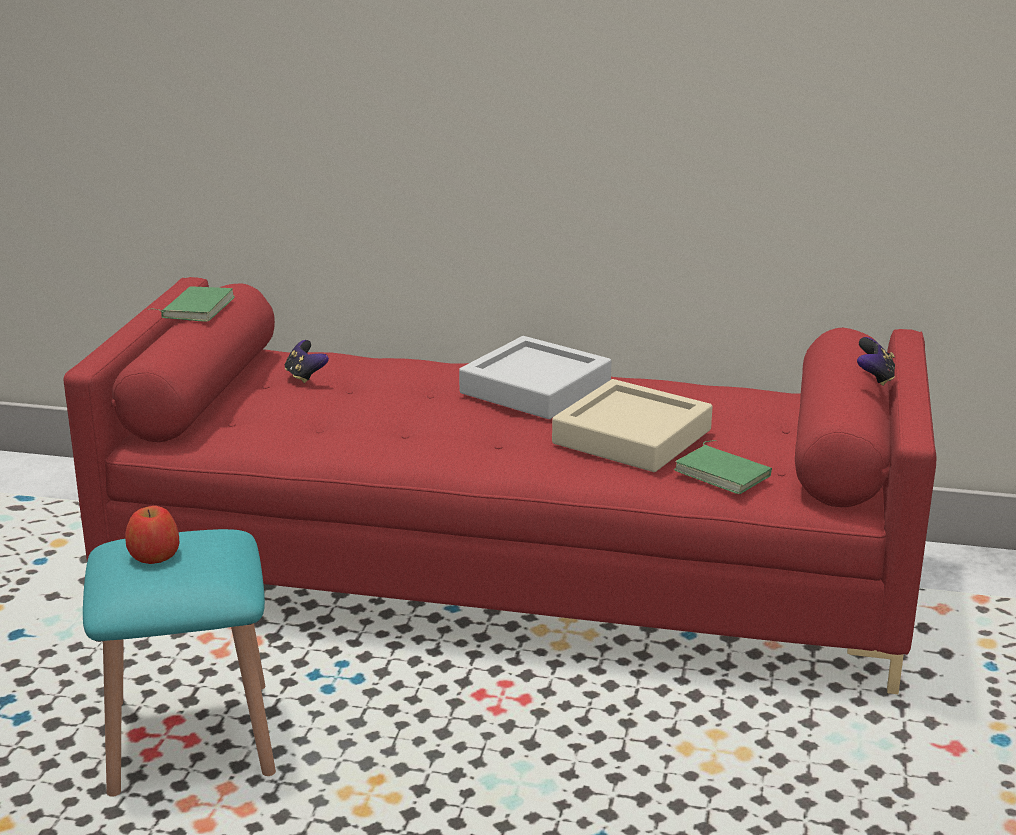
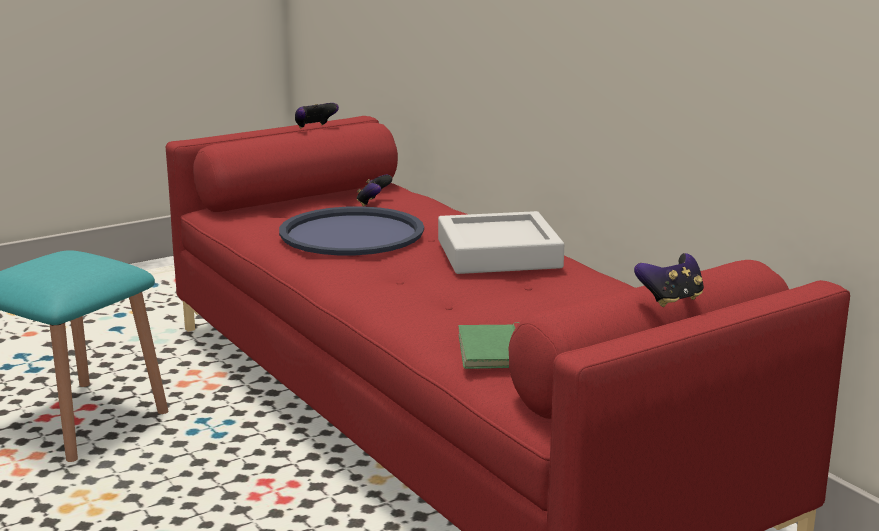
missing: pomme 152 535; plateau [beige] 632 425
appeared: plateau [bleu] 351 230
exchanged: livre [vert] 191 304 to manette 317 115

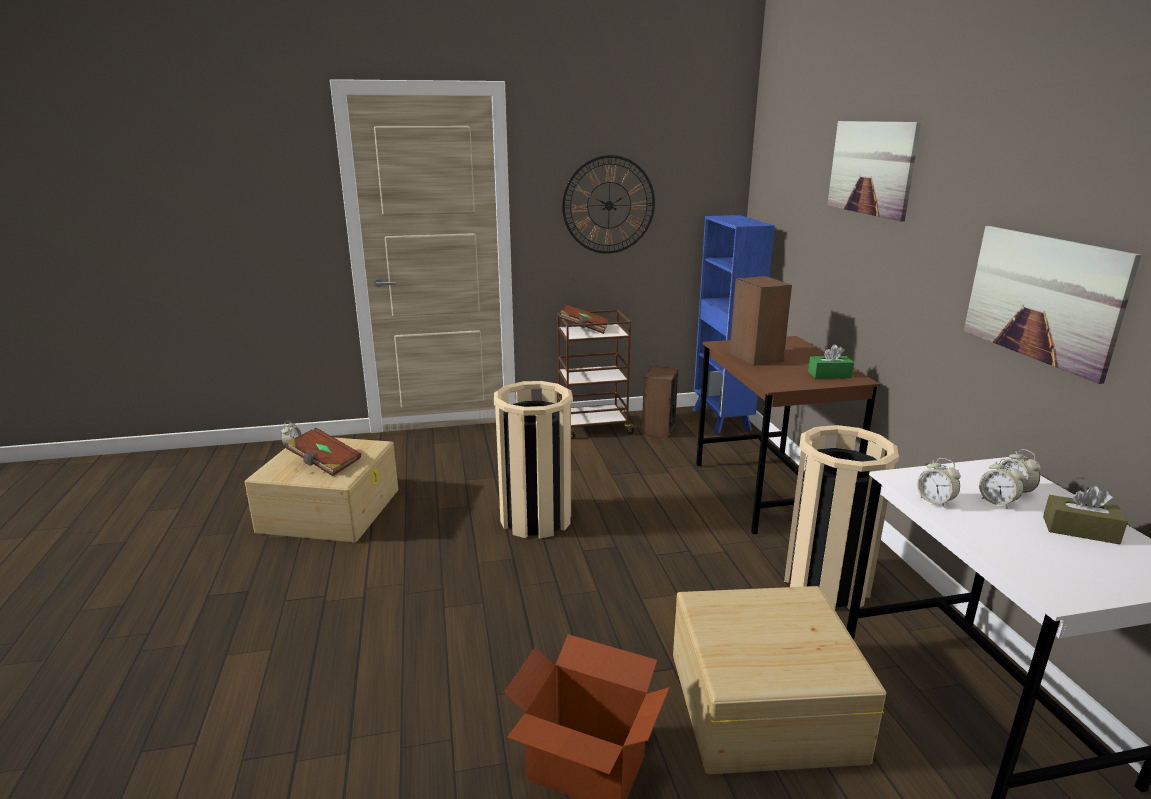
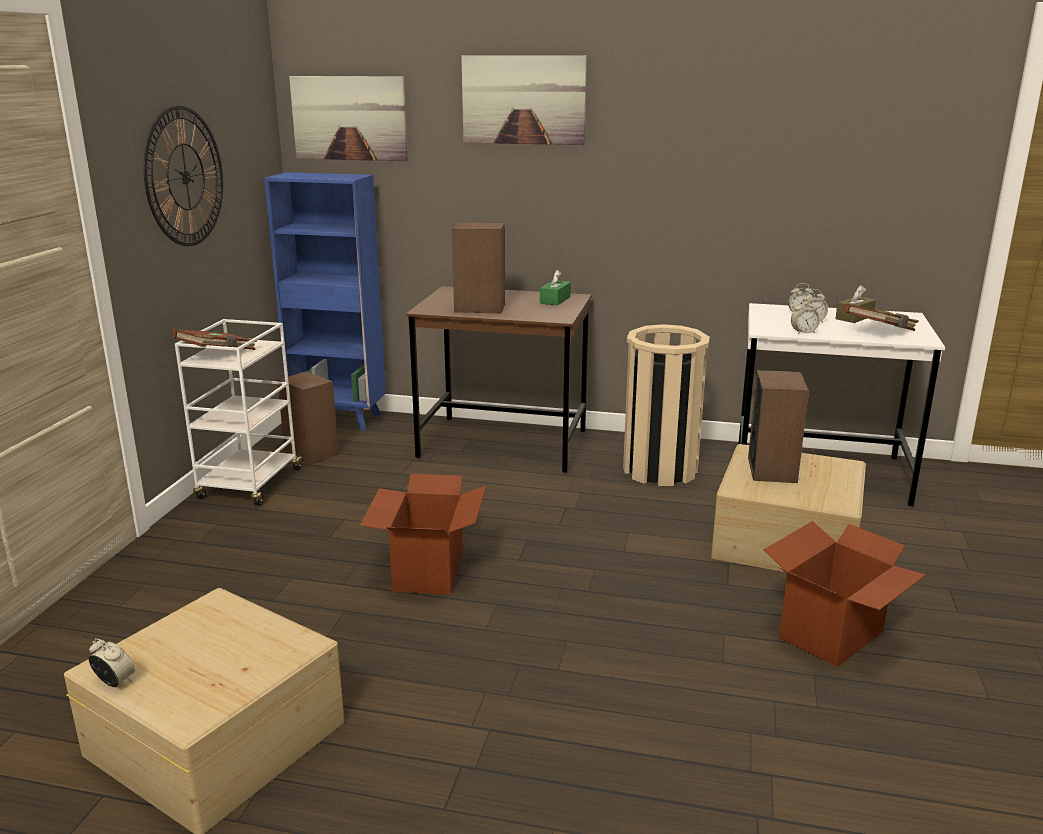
appeared: enceinte 778 426
relocated: livre [marron] 324 452 to 881 317; tableau 1052 305 to 348 118
exchanged: poubelle [beige] 533 460 to carton 423 534
colour: chariot [marron] 597 374 to chariot [blanc] 239 412

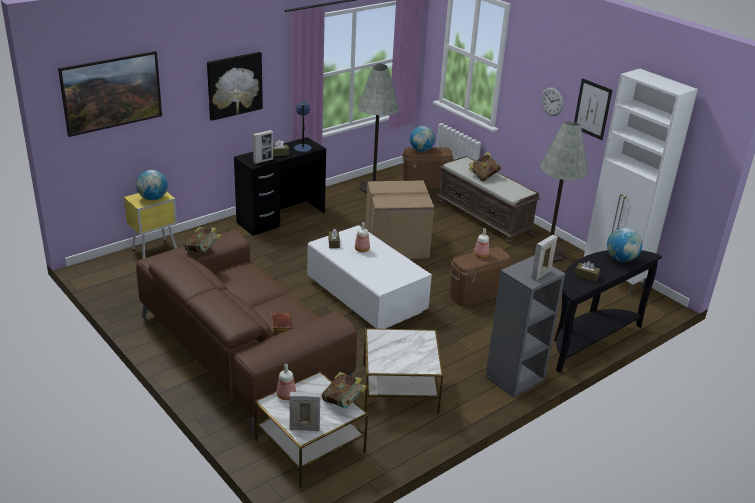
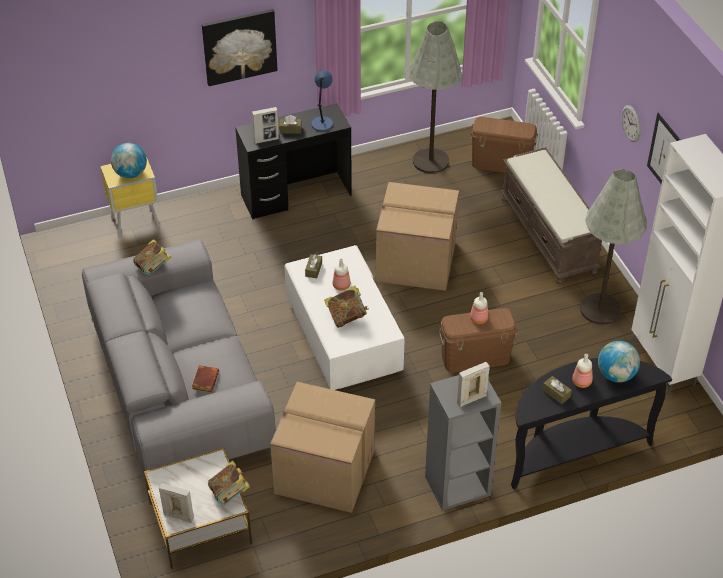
missing: tableau 110 94; globe 422 139
relocated: bouteille 286 382 to 582 371; livre 485 167 to 346 307
exchanged: table d'appoint 403 371 to carton 322 447
colour: canapé [marron] 246 332 to canapé [gris] 179 364

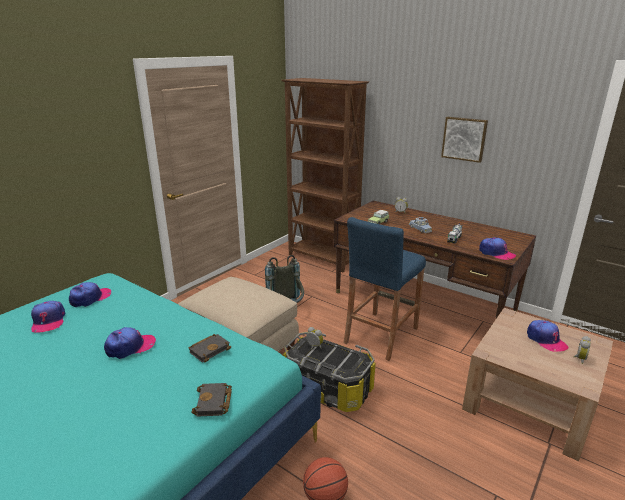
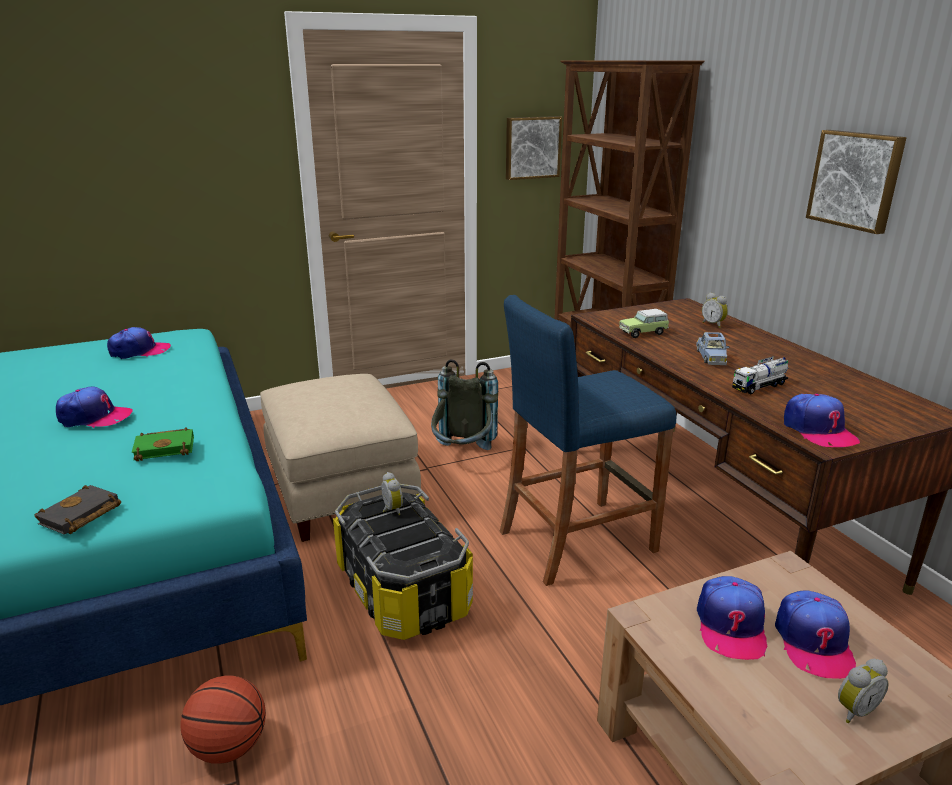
appeared: tableau 534 148
relocated: casquette 48 317 to 732 618
colour: livre [noir] 210 348 to livre [vert] 163 444

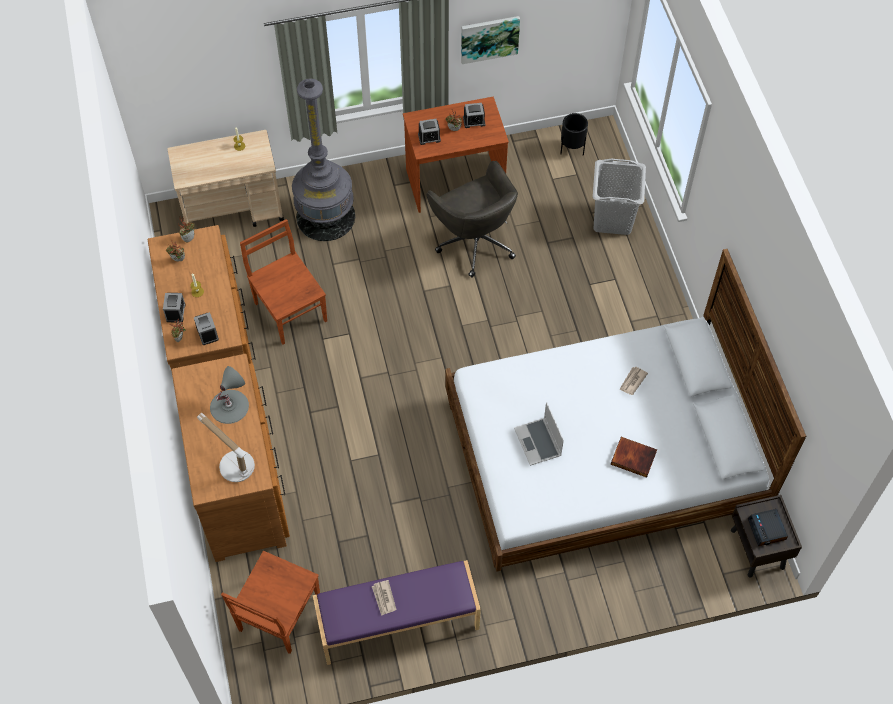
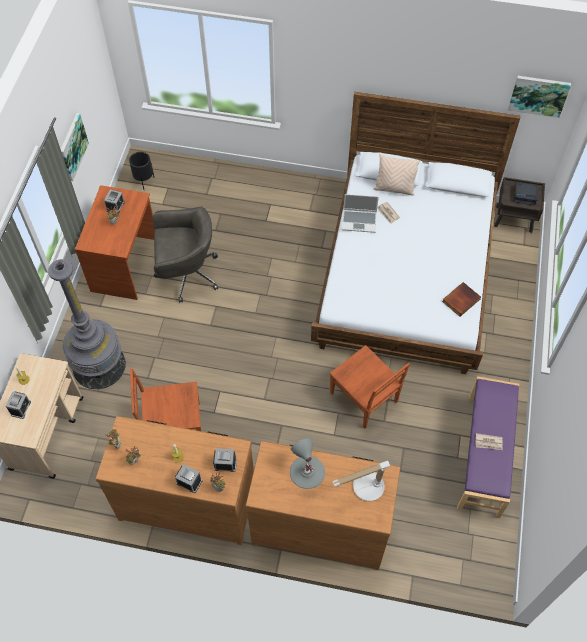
missing: panier à linge [gris] 619 197
appeared: coussin [beige] 396 175; tableau 539 97
relocated: chaise [marron] 270 602 to 370 387; réveil 429 132 to 18 405; ordinateur portable 539 434 to 360 213; livre 634 457 to 461 299

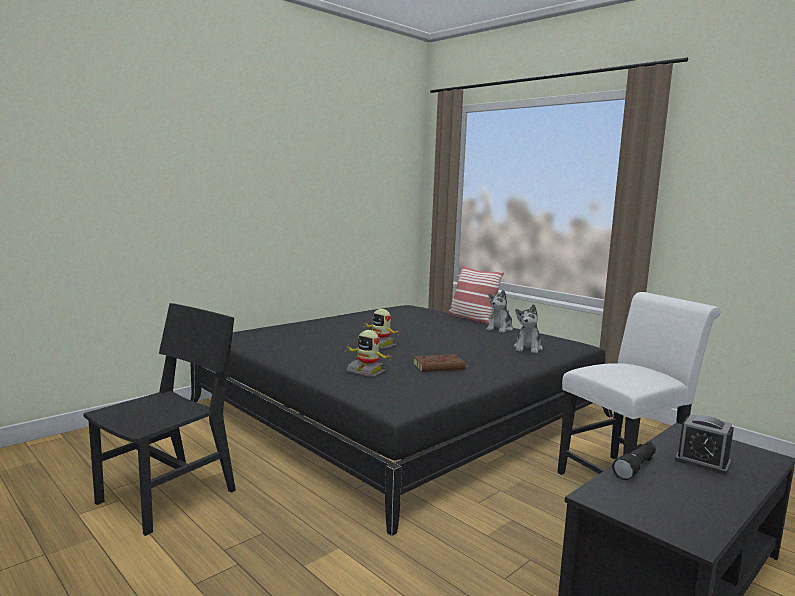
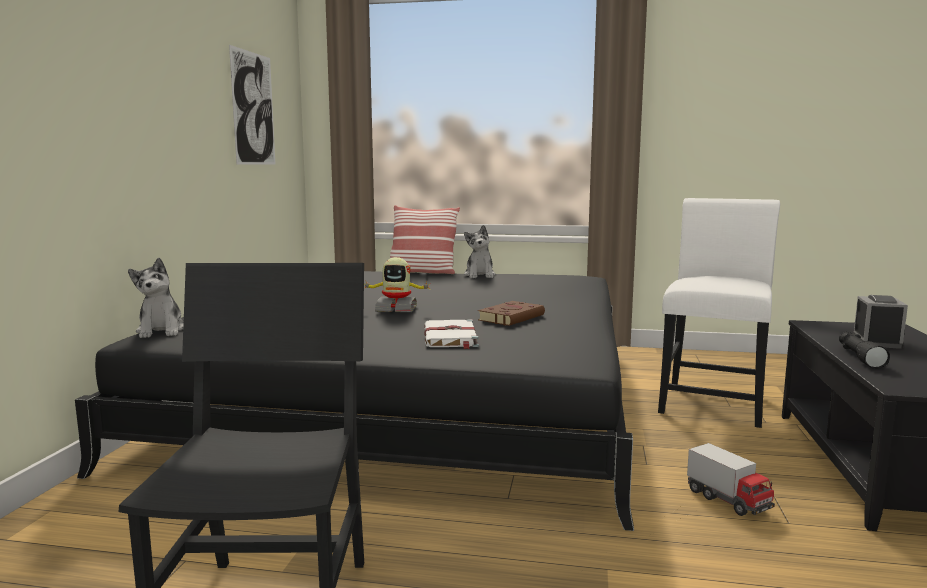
appeared: tableau 252 105; camion jouet 731 479
relocated: peluche 528 328 to 156 298
exchanged: robot jouet 369 353 to livre [blanc] 451 334
spun: réveil 704 444 = 880 322 75 degrees counterclockwise

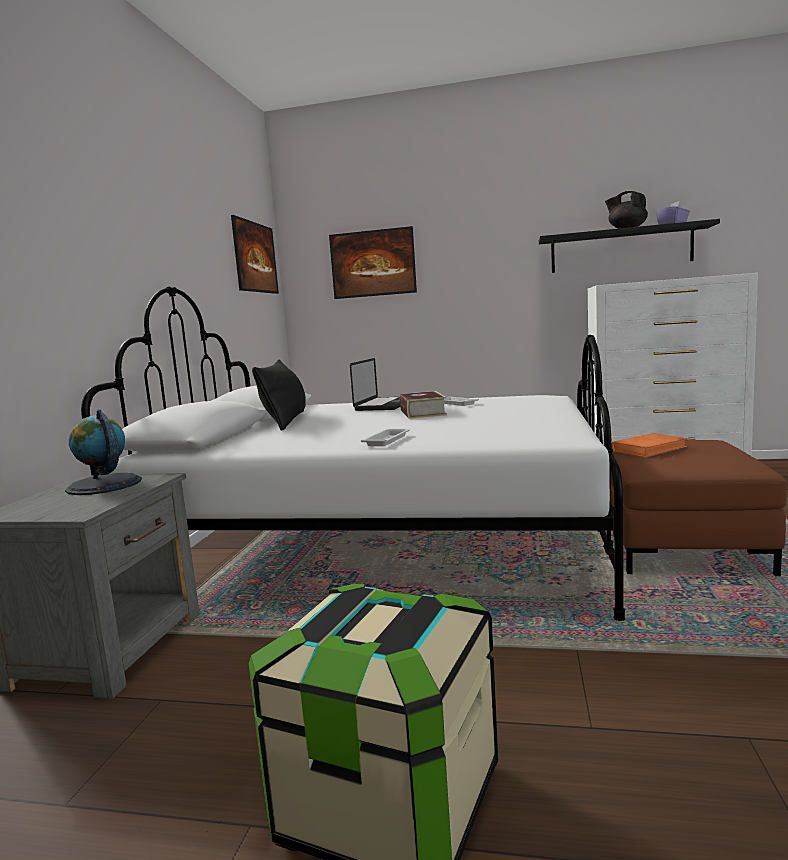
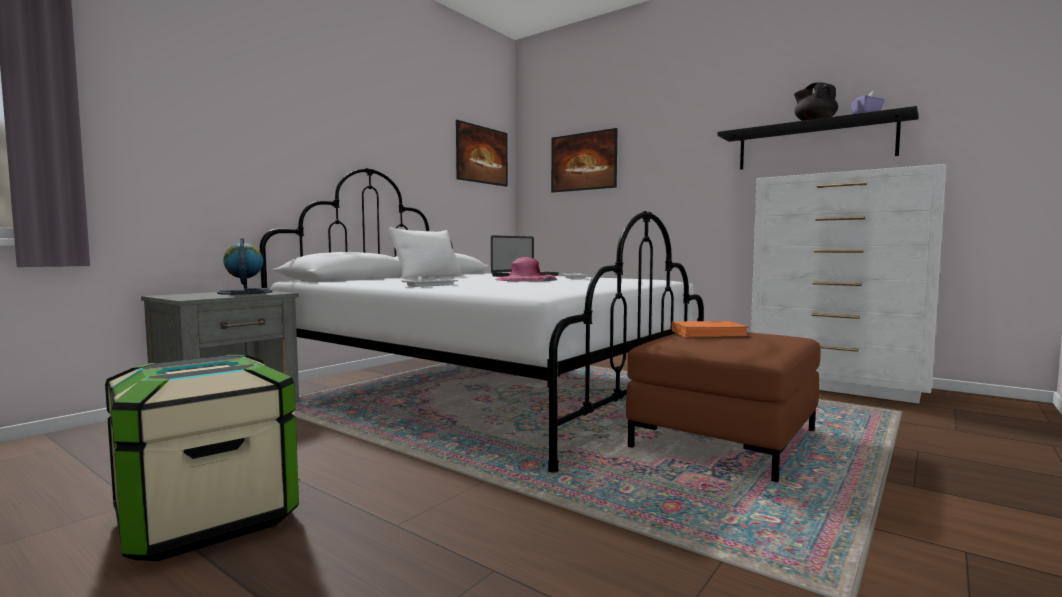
exchanged: livre 423 405 to chapeau [rose] 526 269
colour: coussin [noir] 279 395 to coussin [blanc] 424 253

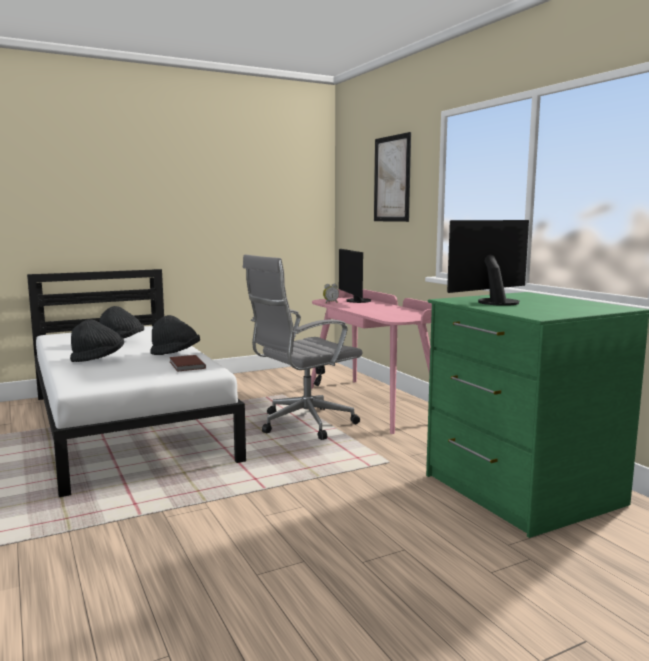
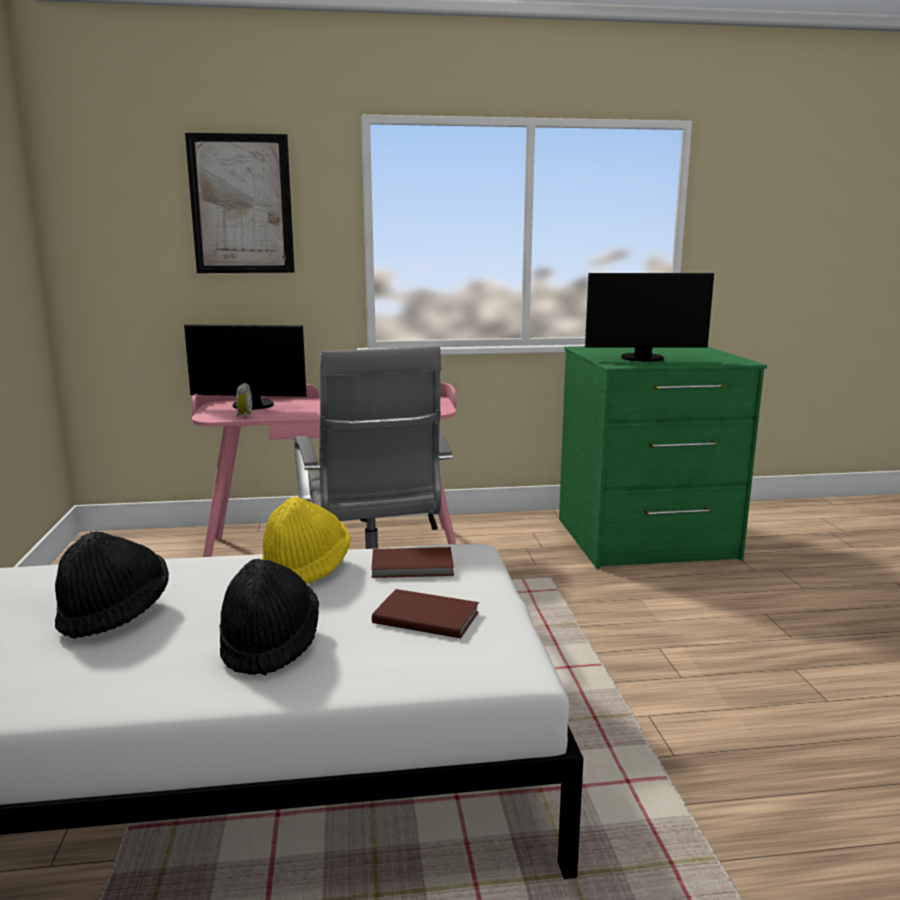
appeared: livre [marron] 425 613
colour: chapeau [noir] 175 335 to chapeau [jaune] 306 540
spun: écran d'ordinateur 488 263 = 649 317 75 degrees counterclockwise

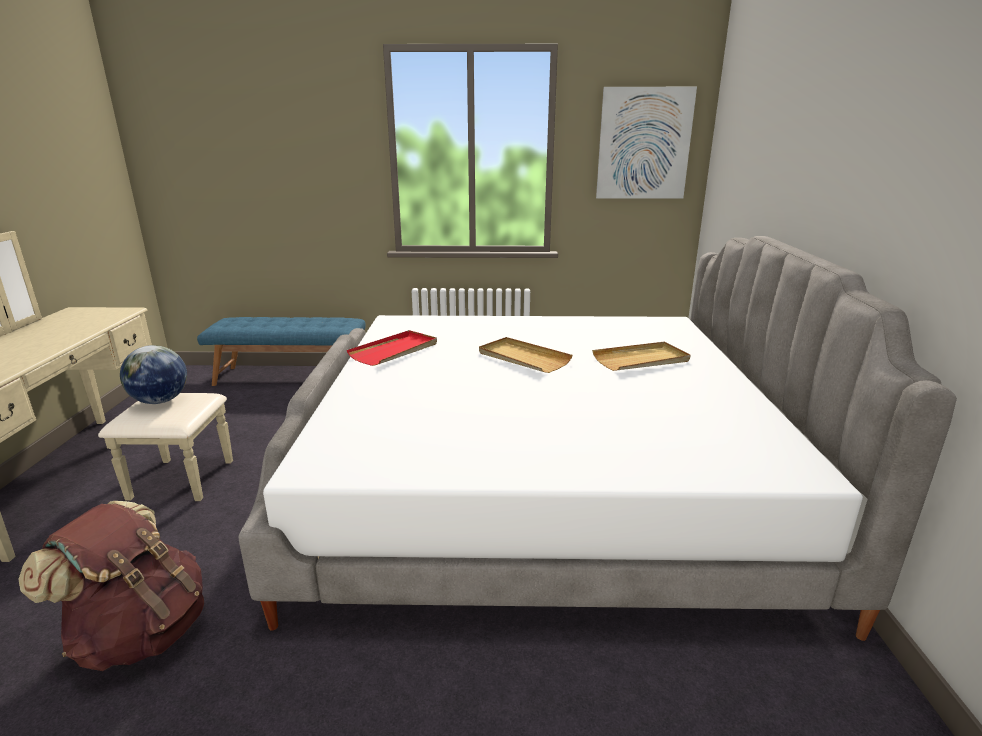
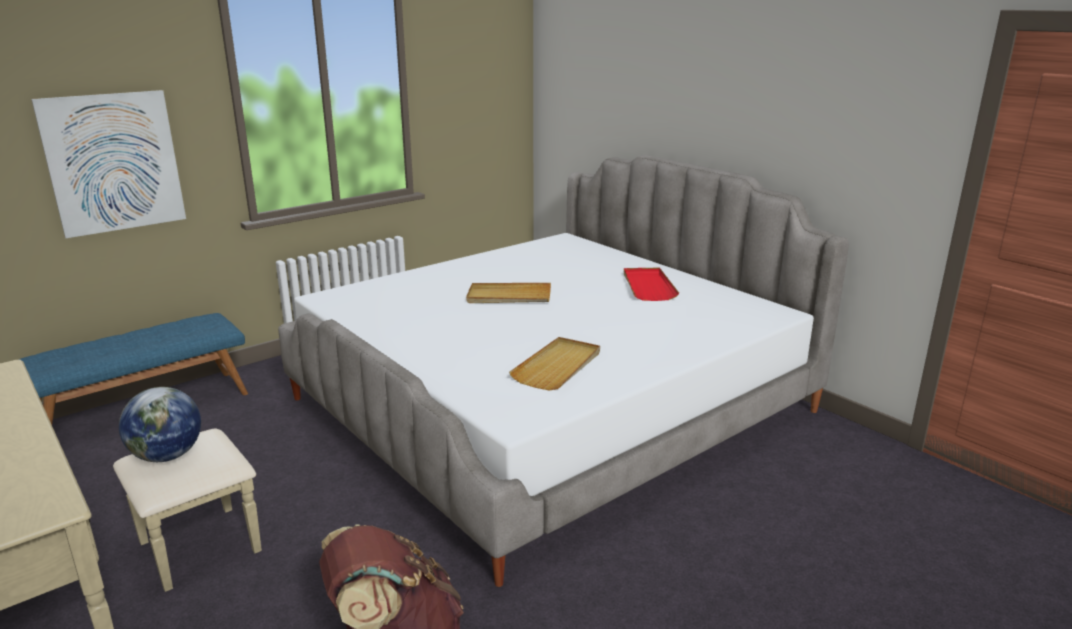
relocated: plateau [rouge] 392 348 to 651 284; plateau [beige] 641 356 to 554 364; tableau 646 143 to 108 164

